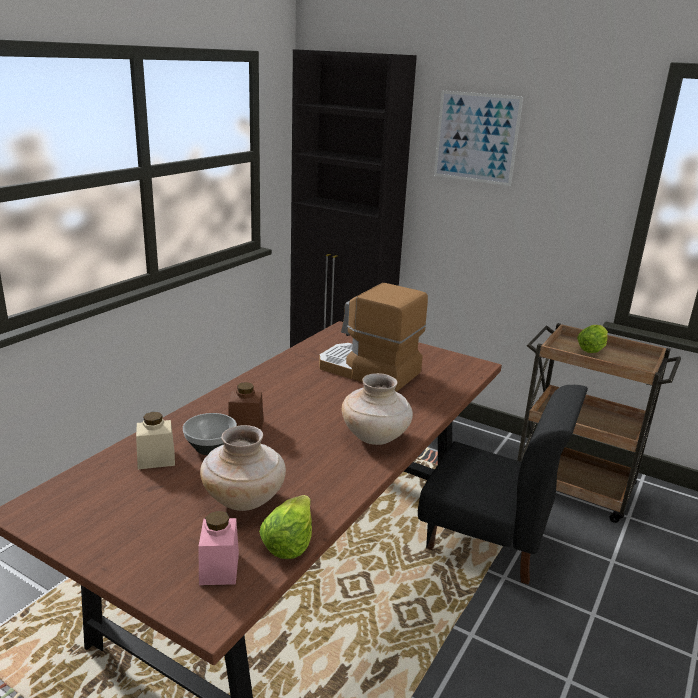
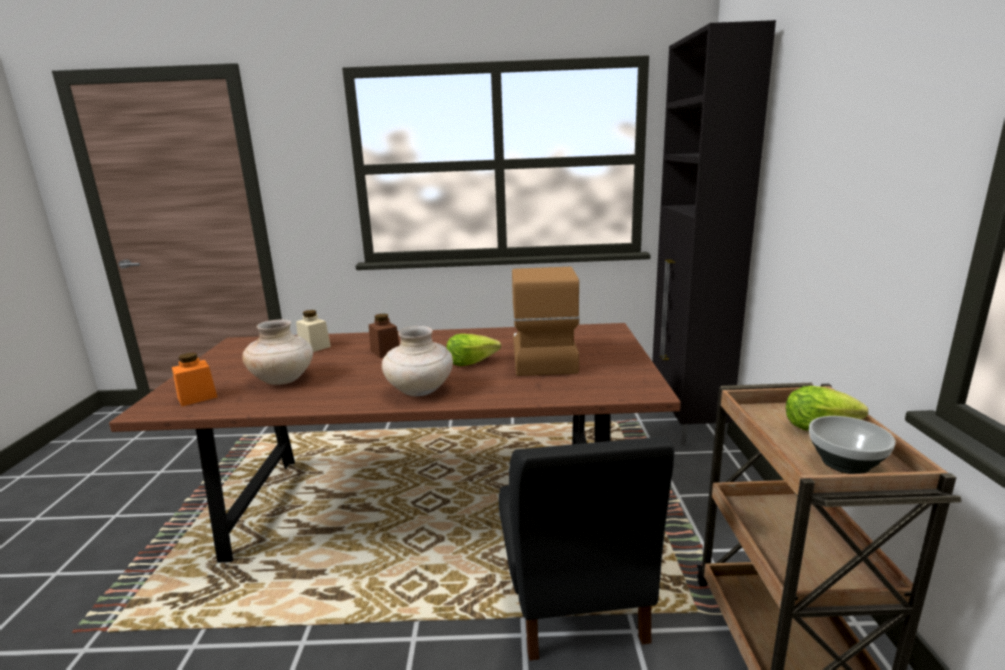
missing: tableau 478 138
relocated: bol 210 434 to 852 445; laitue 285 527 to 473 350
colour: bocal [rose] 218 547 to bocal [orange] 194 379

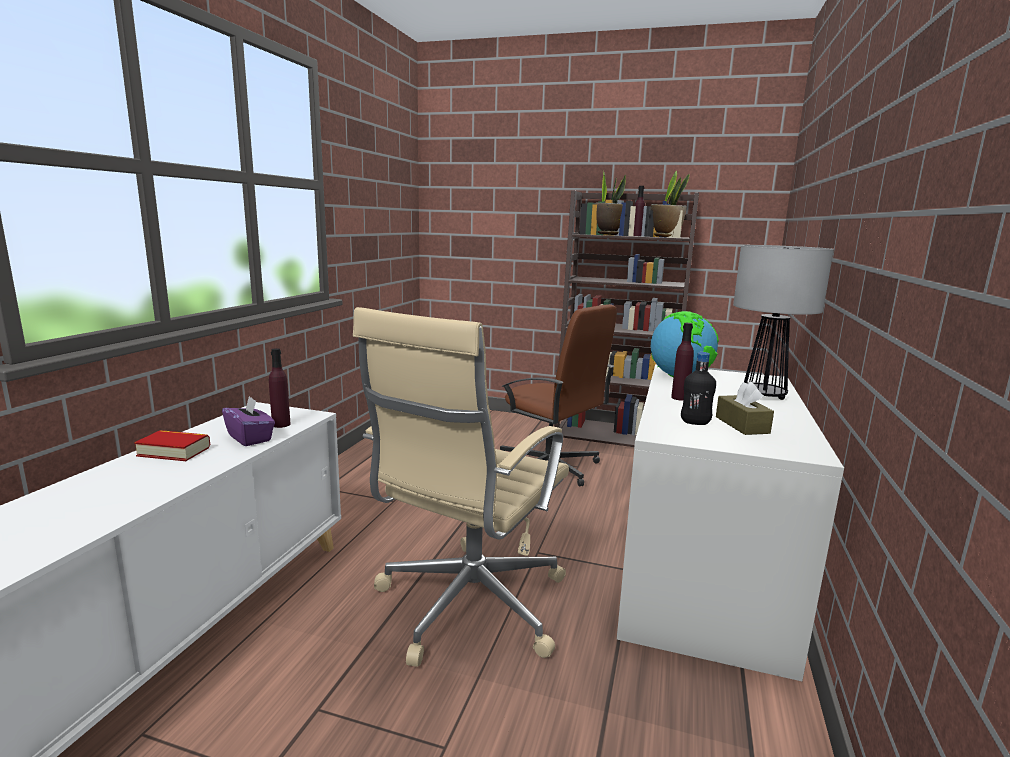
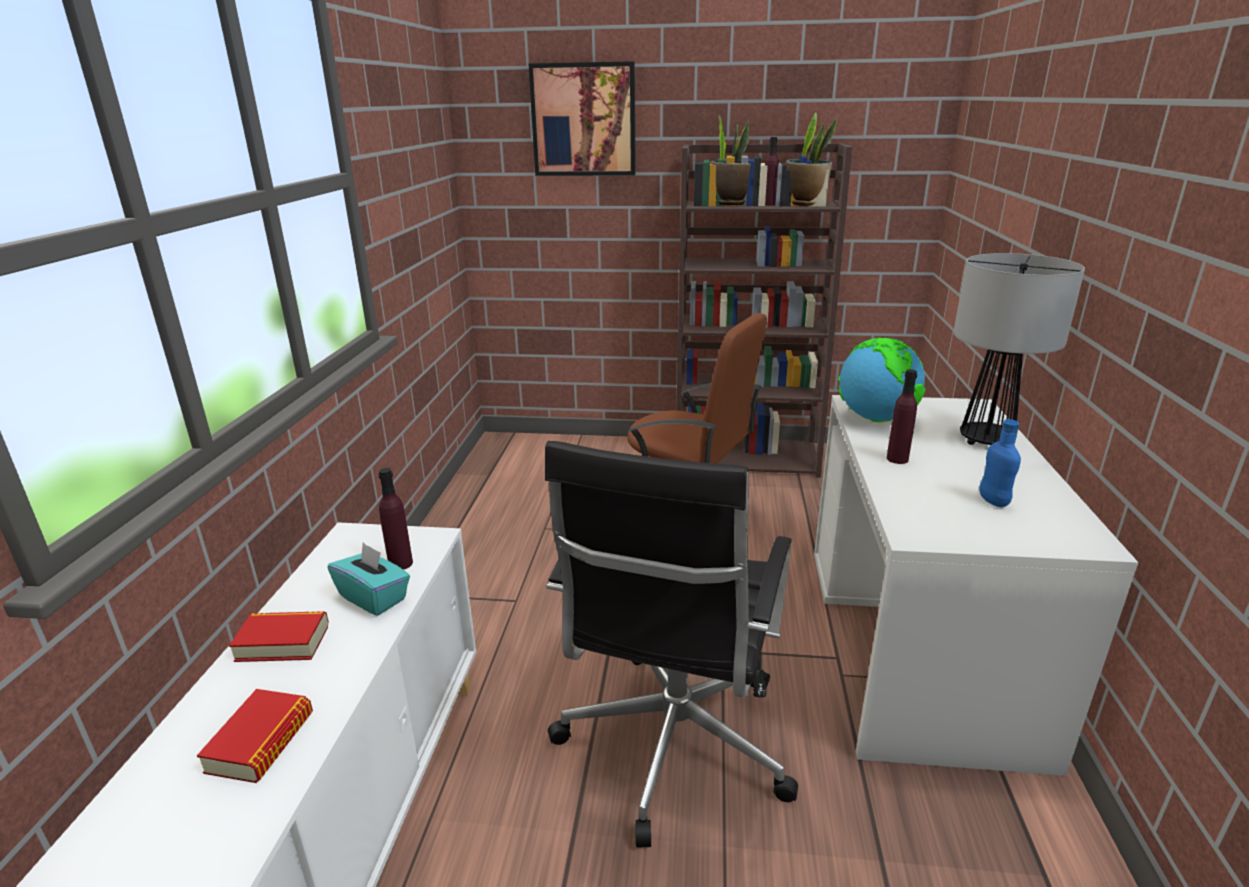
missing: bouteille [noir] 698 388
appeared: livre 255 736; tableau 582 118
exchanged: boîte à mouchoirs [marron] 745 408 to bouteille [bleu] 1000 463
colour: boîte à mouchoirs [violet] 248 421 to boîte à mouchoirs [turquoise] 369 579; chaise de bureau [beige] 461 487 to chaise de bureau [noir] 671 644

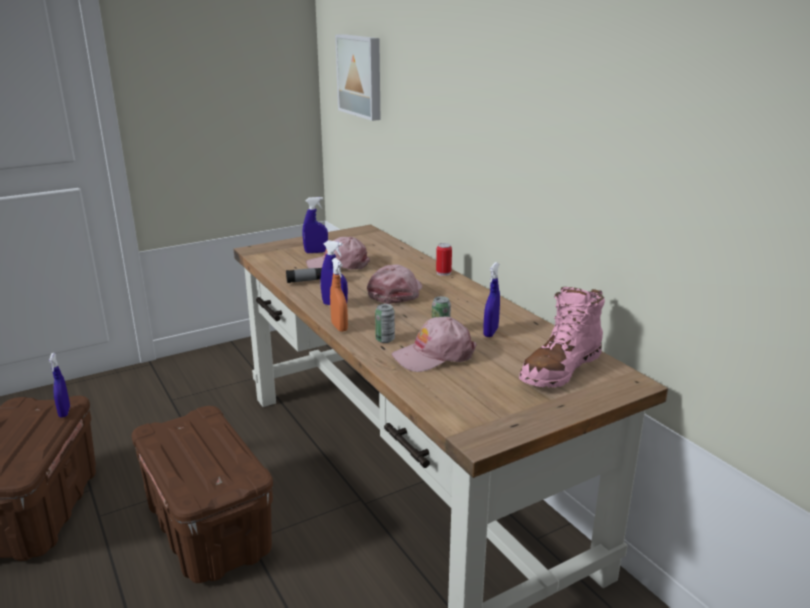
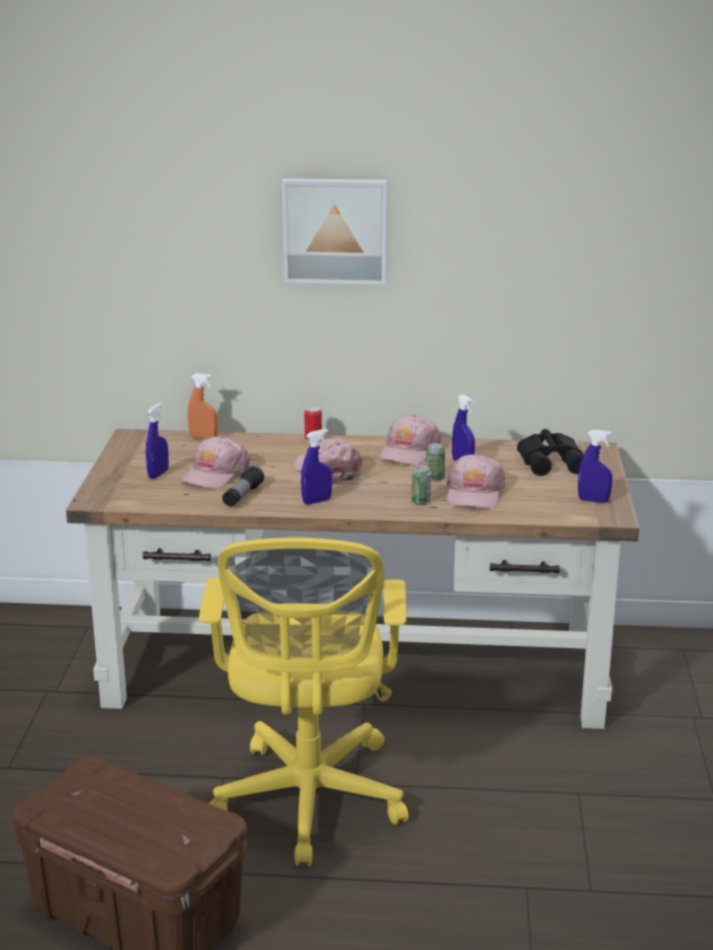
appeared: casquette [rose] 410 439
relocated: vaporisateur [bleu] 59 385 to 595 466; vaporisateur [orange] 339 295 to 203 406; tableau 357 77 to 334 231
exchanged: boîte de rangement [marron] 202 494 to chaise de bureau [jaune] 304 701; botte [rose] 562 337 to jumelles [noir] 550 452

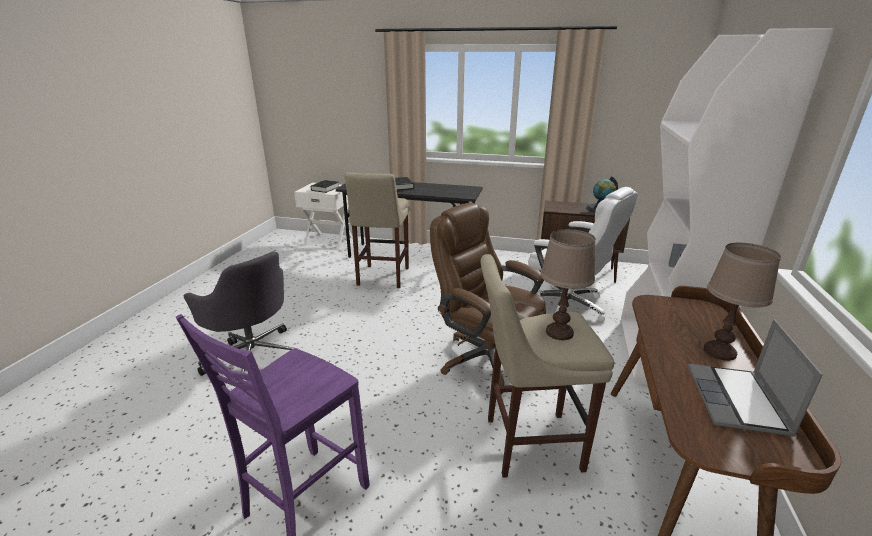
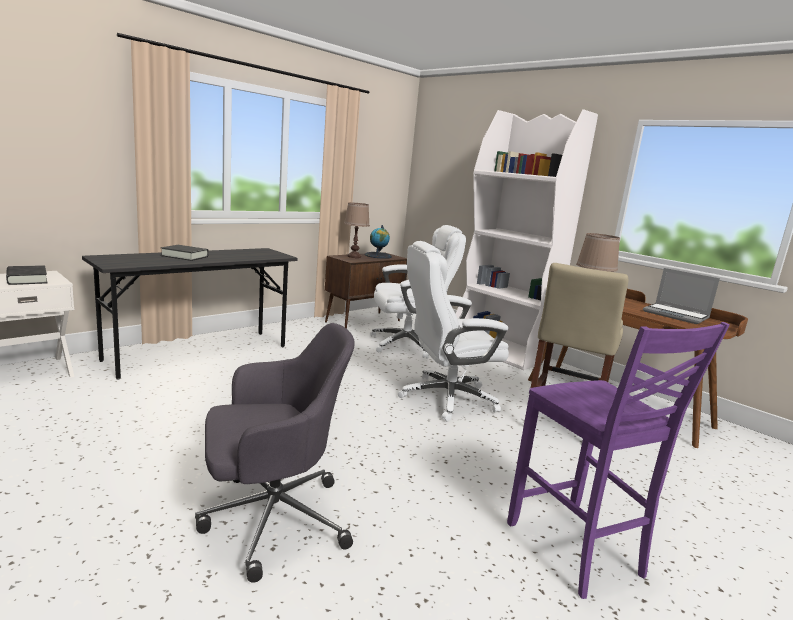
missing: tabouret [beige] 376 230
relocated: lampe de table [marron] 742 301 to 357 230
colour: chaise de bureau [marron] 488 299 to chaise de bureau [blanc] 453 331

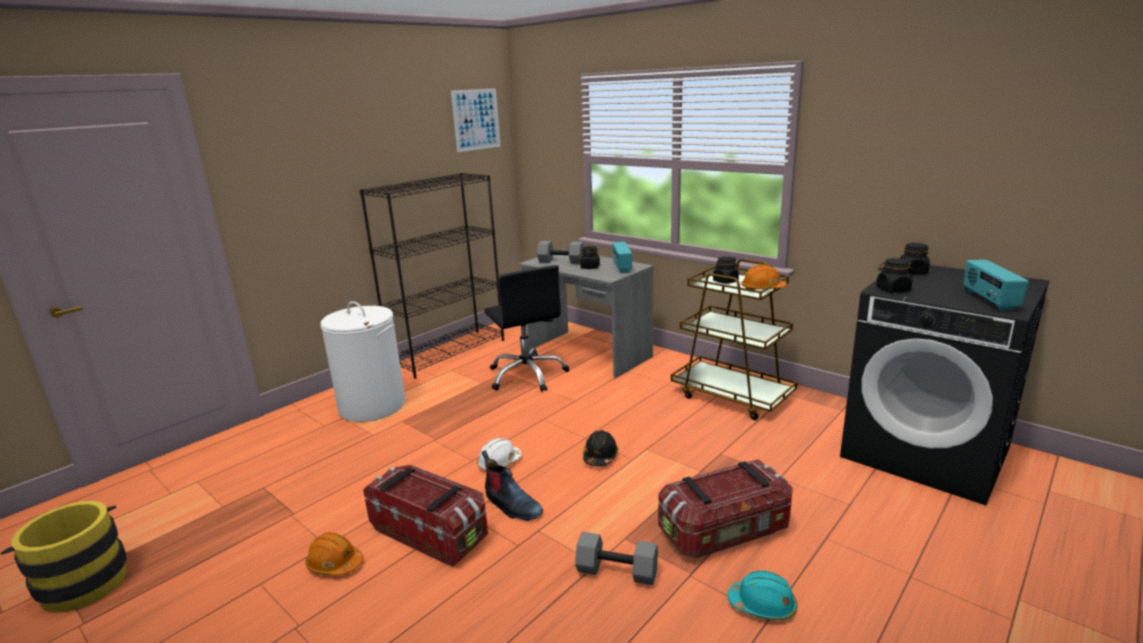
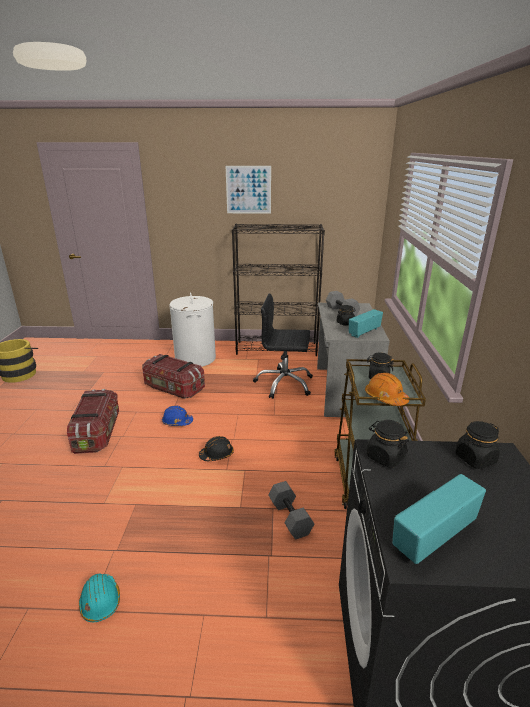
missing: casque de chantier [orange] 334 554; botte 512 485
relocated: tableau 475 120 to 248 190; haltère [gris] 616 558 to 291 510; boîte de rangement 725 508 to 173 376
colour: casque de chantier [blanc] 499 454 to casque de chantier [bleu] 177 415
spun: chaise de bureau [noir] 526 328 = 283 346 75 degrees clockwise

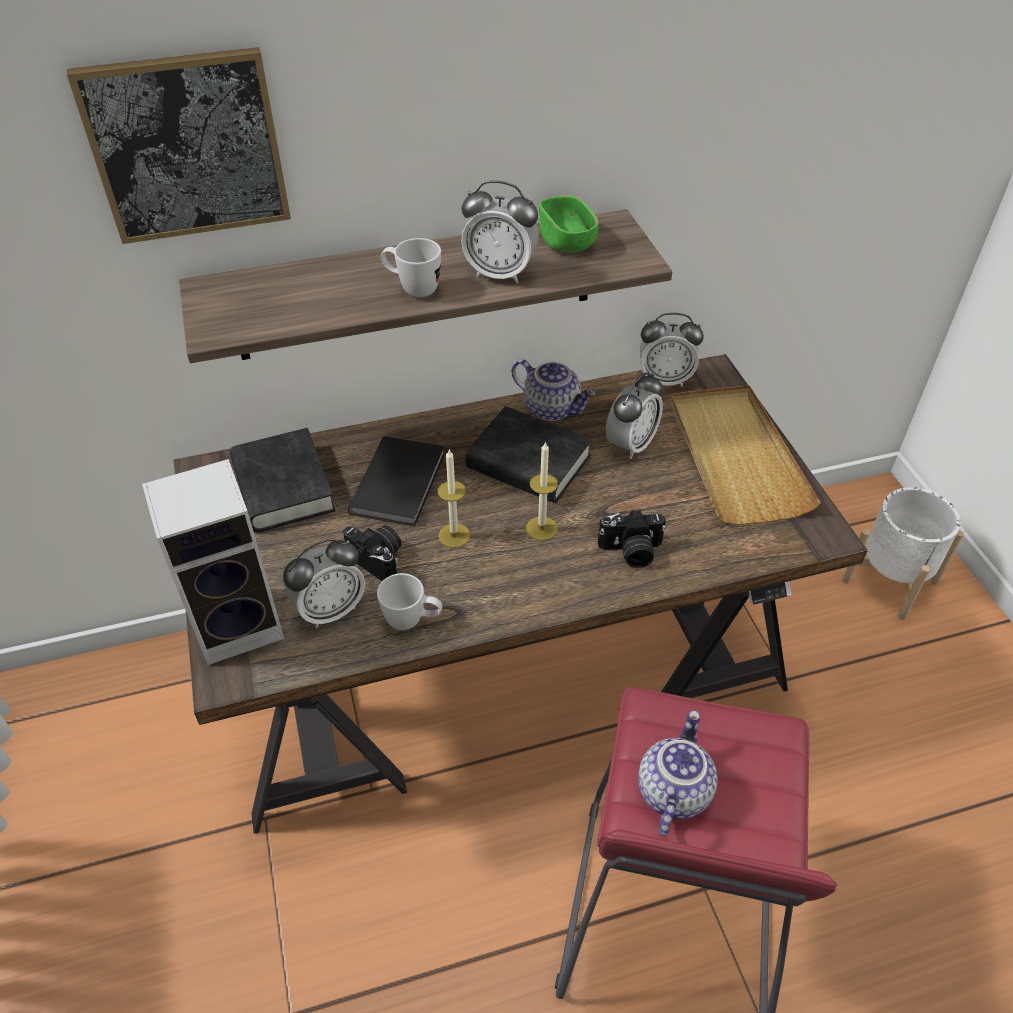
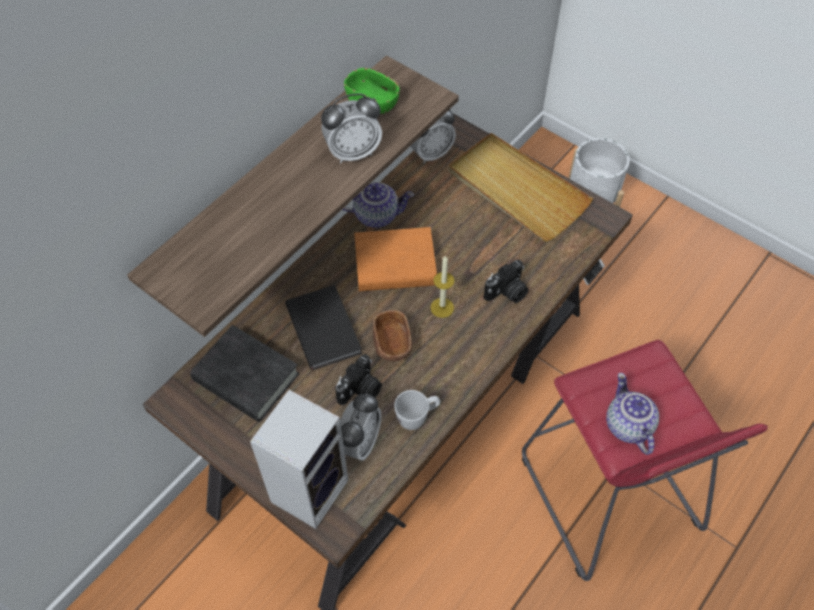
missing: tableau 179 145; mug [blanc] 411 267; réveil 634 415
exchanged: bougie 453 499 to bol [marron] 392 335
colour: livre [noir] 528 454 to livre [orange] 395 259
spun: appareil photo 372 553 = 358 379 120 degrees clockwise

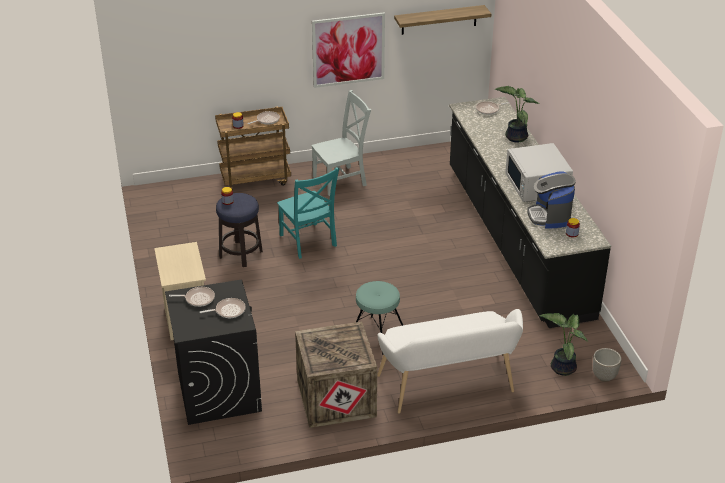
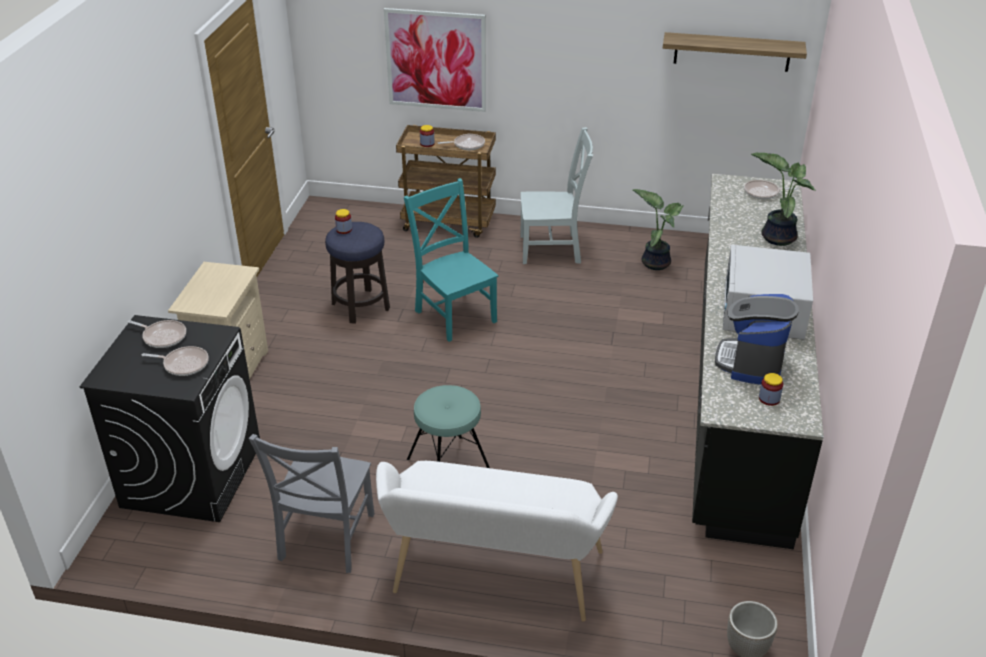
relocated: tableau 348 50 to 435 60; plante en pot 564 344 to 658 229
exchanged: caisse 336 374 to chaise [gris] 311 503
spun: chaise [turquoise] 308 213 = 451 260 150 degrees clockwise

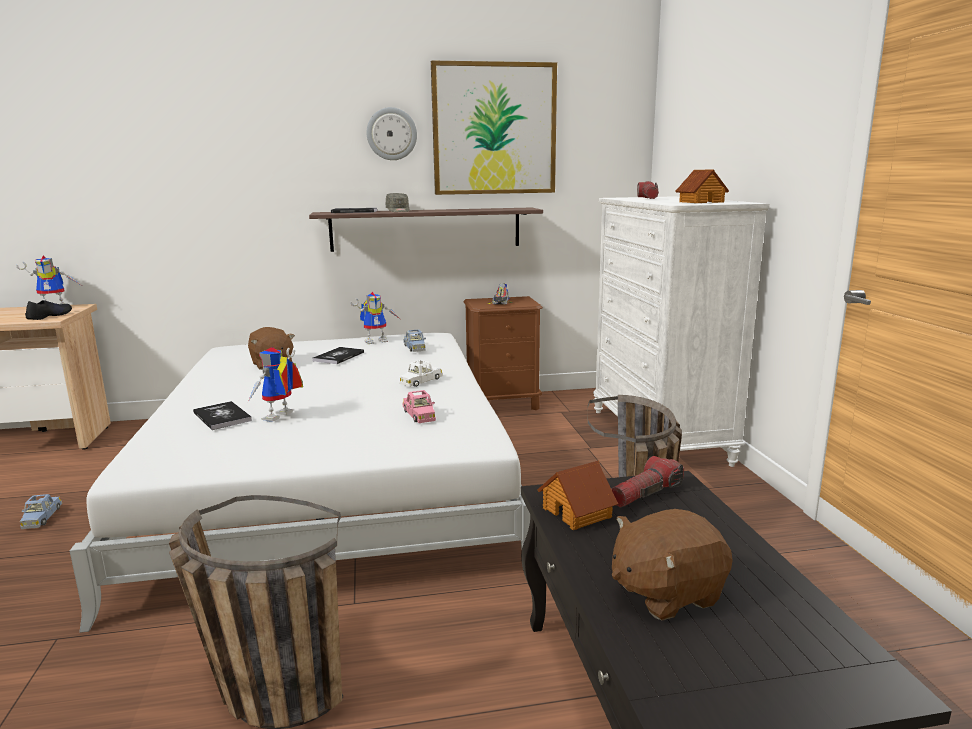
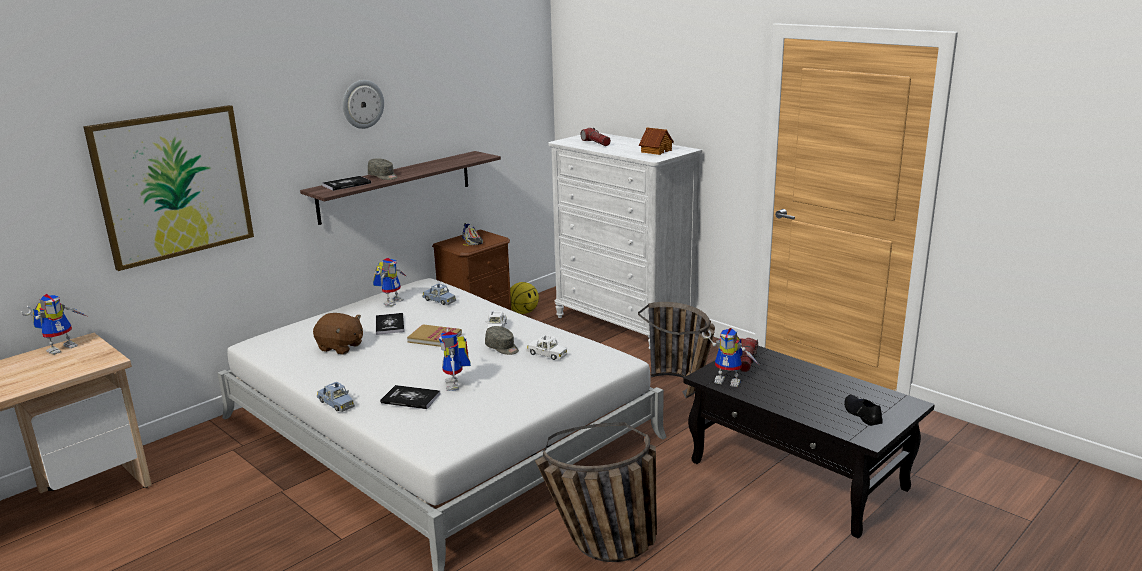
missing: peluche [marron] 672 564
appeared: livre 434 335; casquette [gris] 502 340; ballon de basket 524 298
relocated: petite voiture [bleu] 41 511 to 336 397; chaussure [noir] 48 310 to 863 410; tableau 494 127 to 168 188
exchanged: maison miniature 577 495 to robot jouet 731 357
colour: petite voiture [rose] 419 406 to petite voiture [blanc] 546 347

